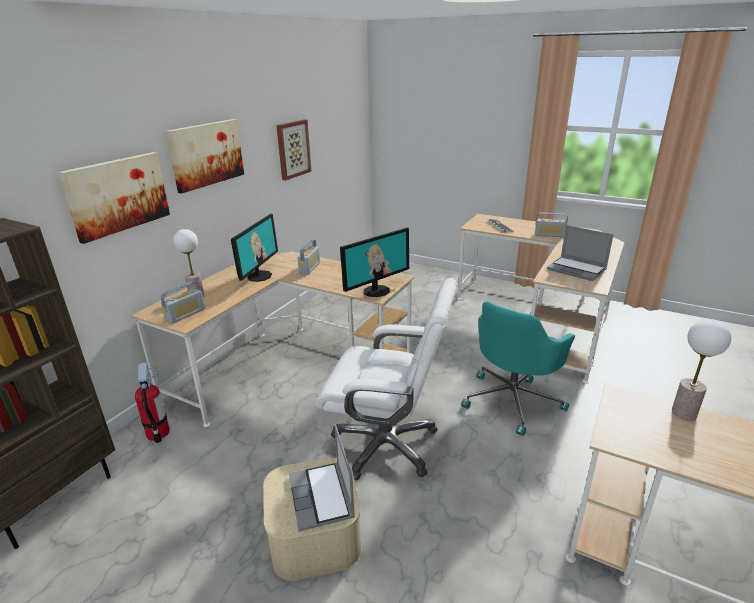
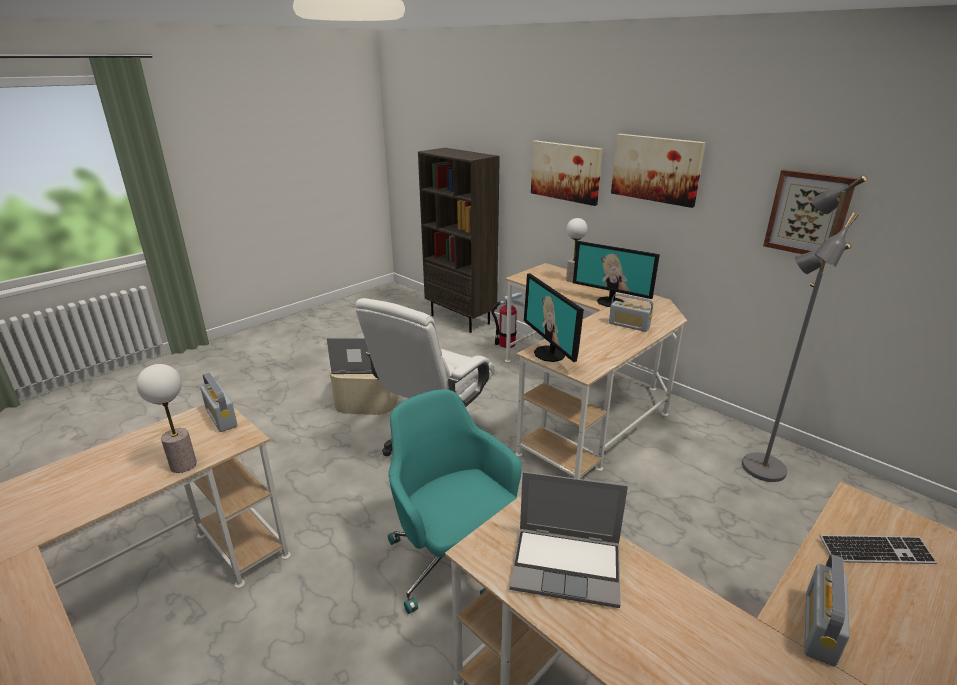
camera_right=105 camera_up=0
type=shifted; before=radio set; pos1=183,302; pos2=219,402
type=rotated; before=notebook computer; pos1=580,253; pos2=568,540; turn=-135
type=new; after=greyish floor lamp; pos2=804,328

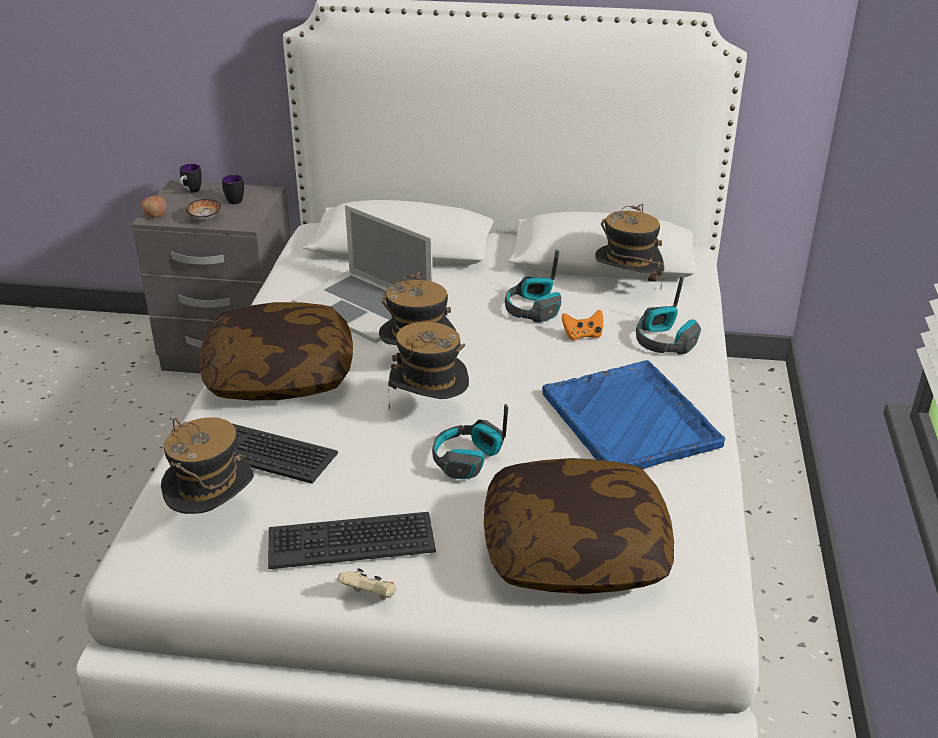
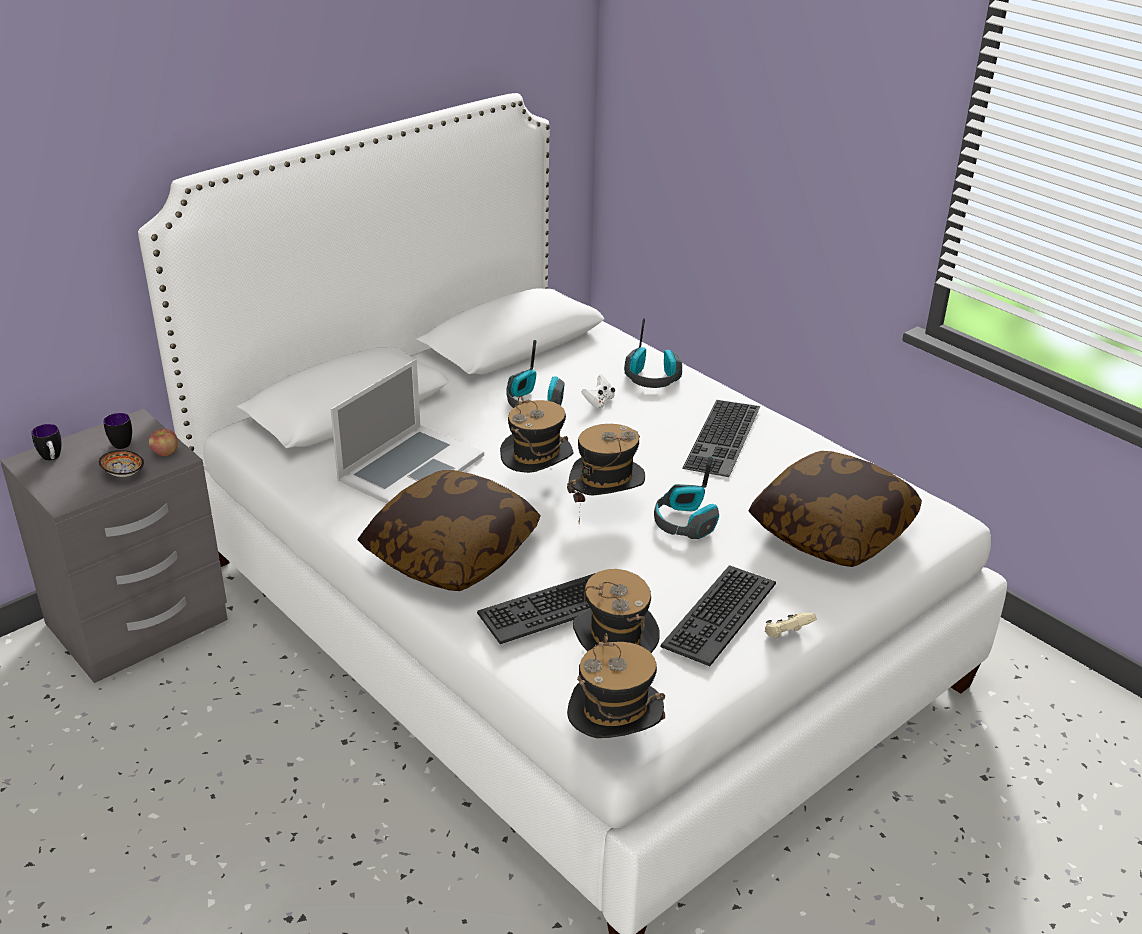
camera_right=-50 camera_up=0
type=shifted; before=whole apple; pos1=154,207; pos2=163,442
type=rotated; before=notebook computer; pos1=362,274; pos2=407,431; turn=-45
type=swapped; before=bluish tray; after=computer keyboard; pos1=633,414; pos2=721,438
type=repainted; before=orange-coloured joypad; after=white-coloured joypad; pos1=582,325; pos2=598,391
type=shifted; before=wearable hat; pos1=630,247; pos2=616,685

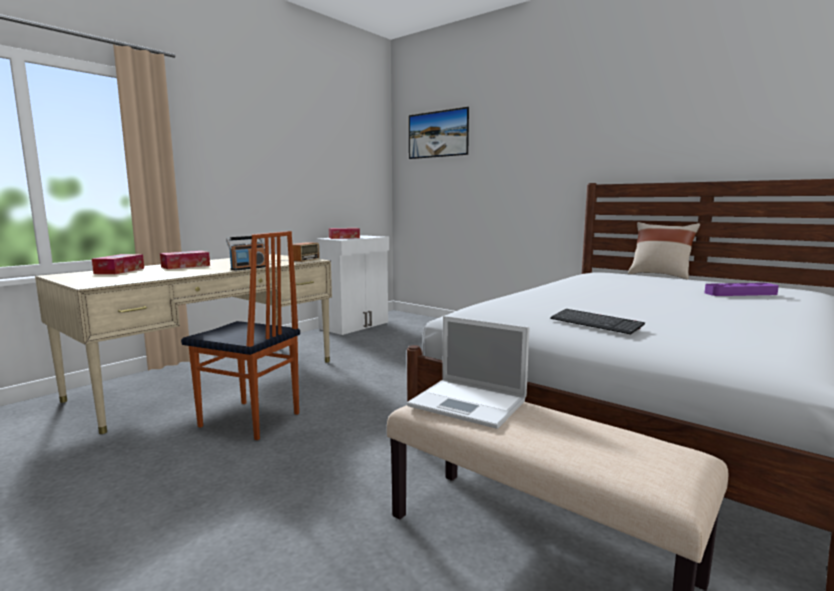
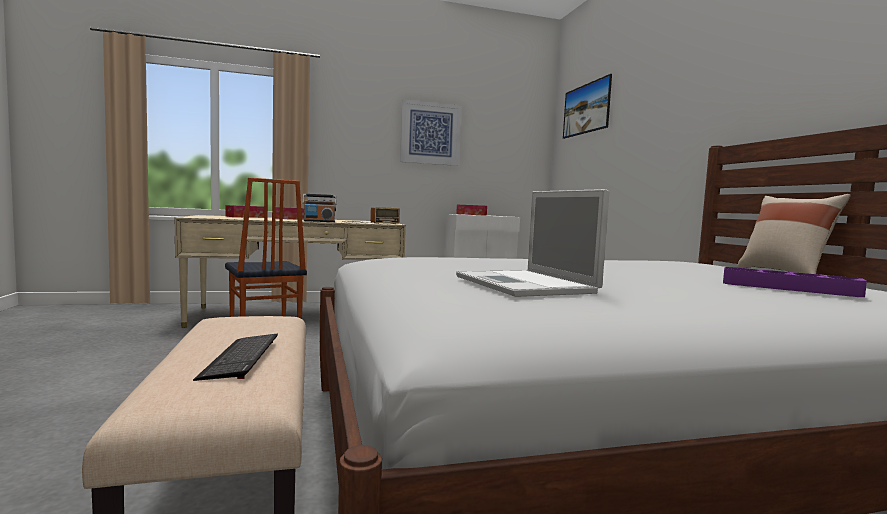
camera_right=35 camera_up=-5
type=shifted; before=notebook computer; pos1=468,372; pos2=532,243
type=shifted; before=computer keyboard; pos1=597,321; pos2=235,357
type=new; after=picture; pos2=430,132

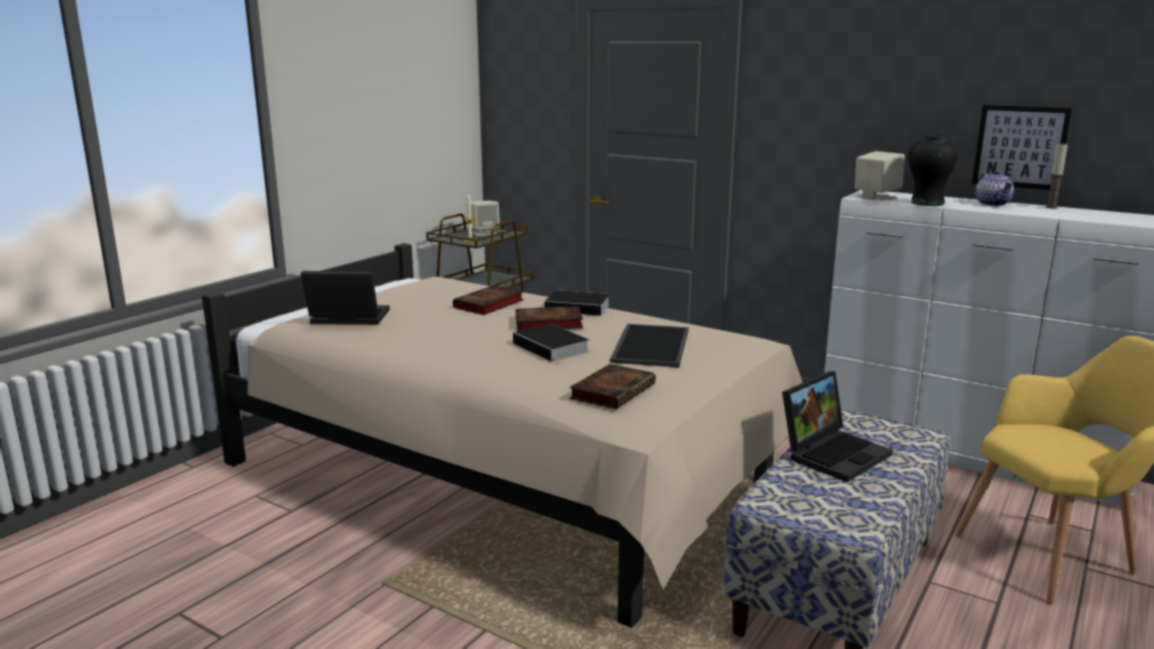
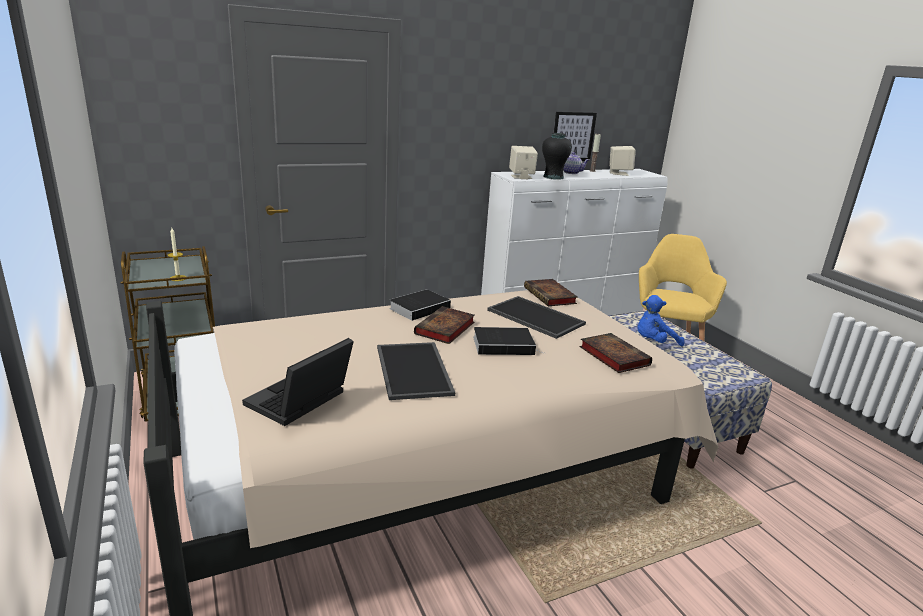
camera_right=-60 camera_up=5
type=shifted; before=volume; pos1=488,300; pos2=551,292
type=shifted; before=beige-coloured loudspeaker; pos1=483,218; pos2=622,161
type=swapped; before=notebook computer; after=bluish cuddly toy; pos1=837,426; pos2=660,320
type=new; after=tray; pos2=416,371

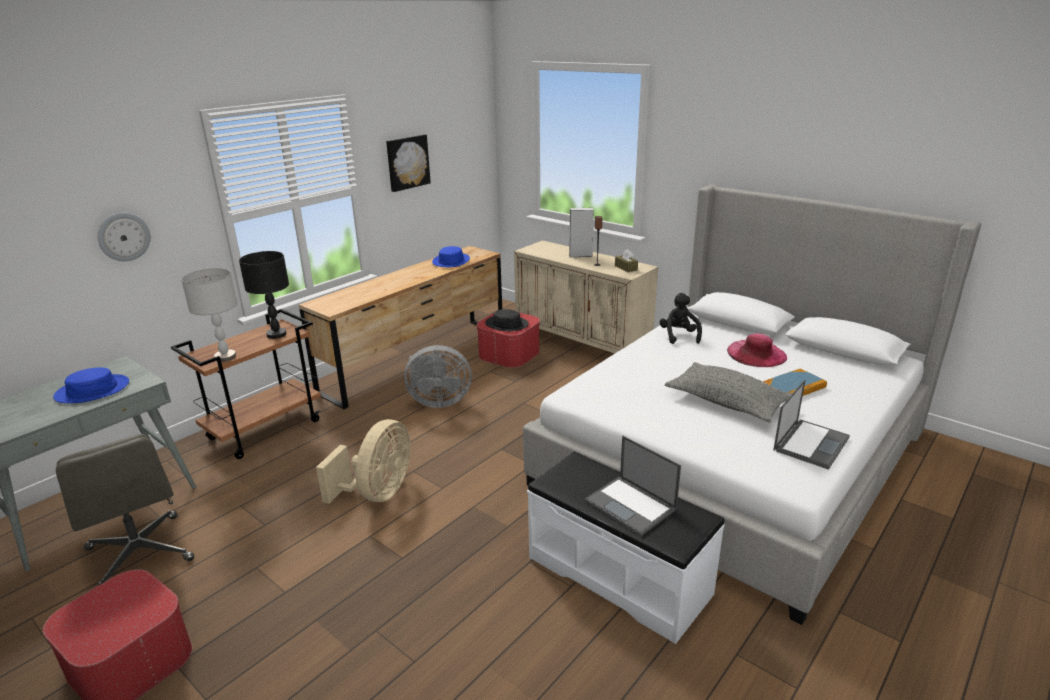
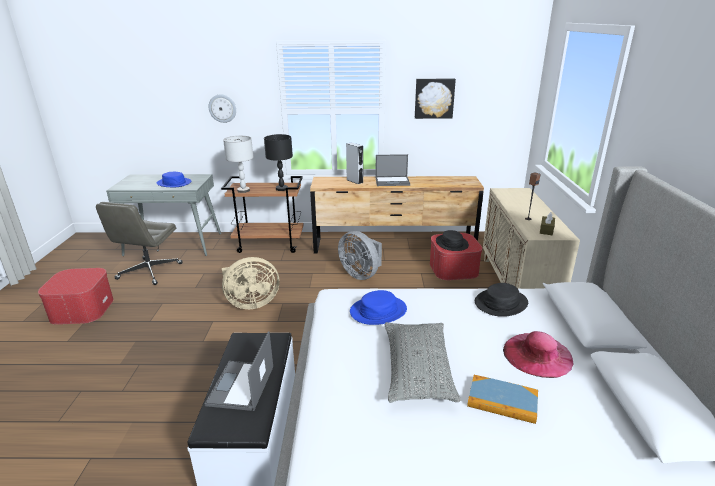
camera_right=50 camera_up=0
type=shifted; before=bluish wearable hat; pos1=451,256; pos2=378,307
type=shifted; before=greyish loudspeaker; pos1=581,232; pos2=354,163
type=swapped; before=blackish cuddly toy; after=blackish wearable hat; pos1=681,318; pos2=501,300
type=shifted; before=notebook computer; pos1=811,425; pos2=392,170

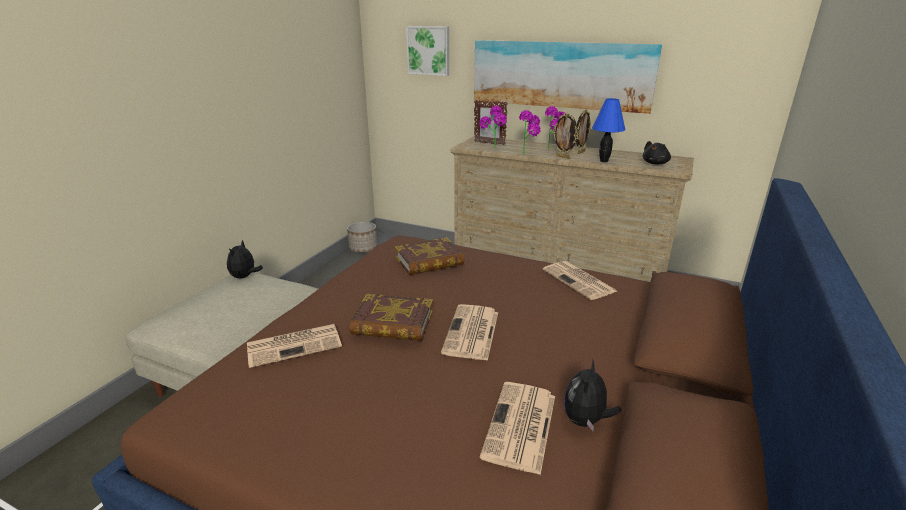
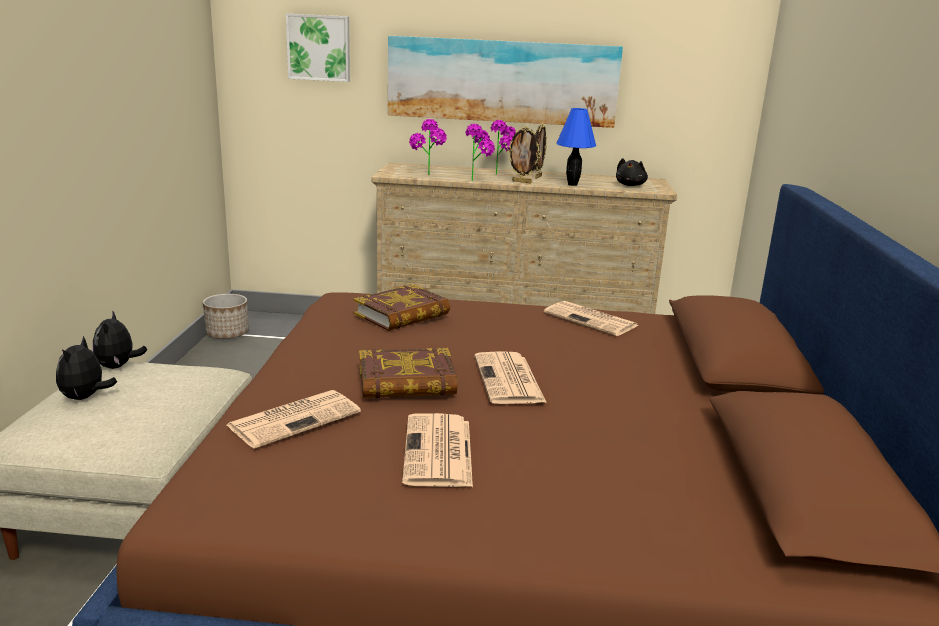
camera_right=-20 camera_up=-5
type=gone; before=standing frame; pos1=491,122
type=shifted; before=newspaper; pos1=517,428; pos2=437,450
type=shifted; before=cuddly toy; pos1=592,394; pos2=86,368

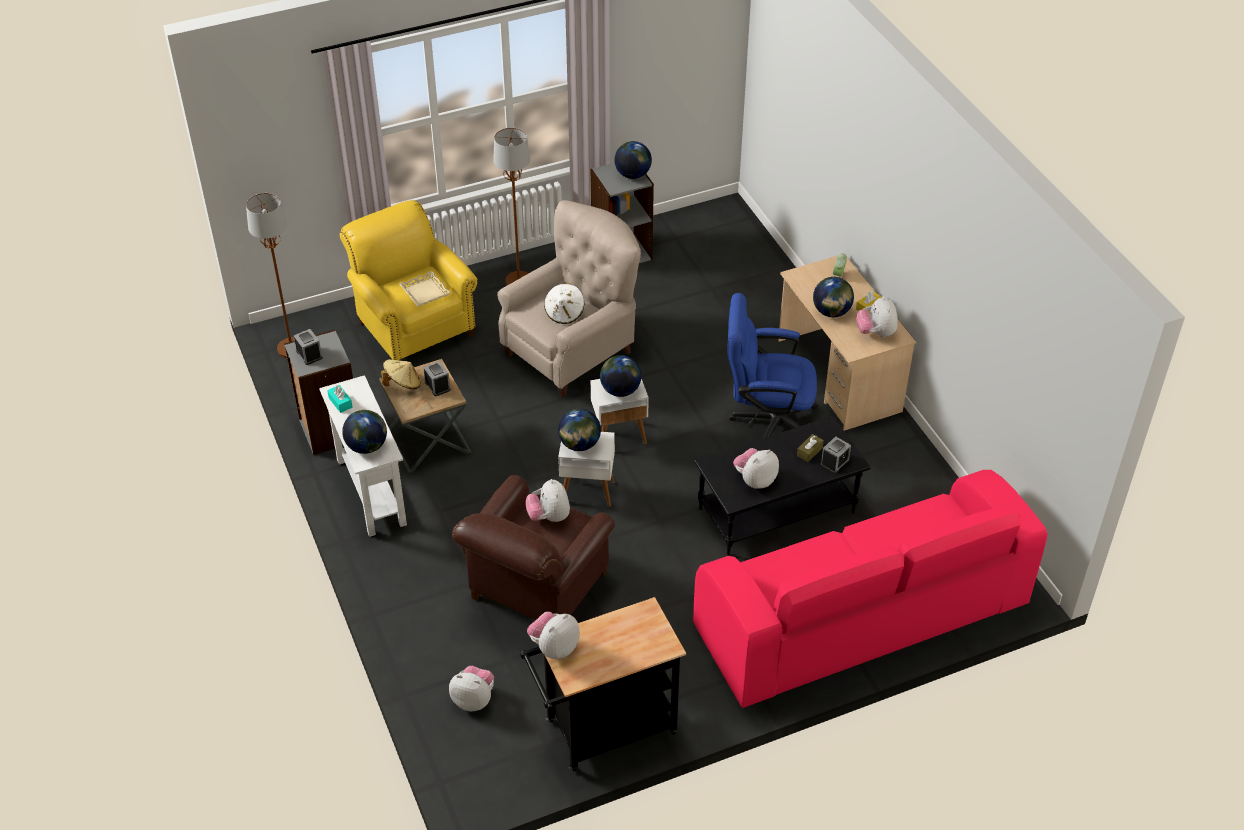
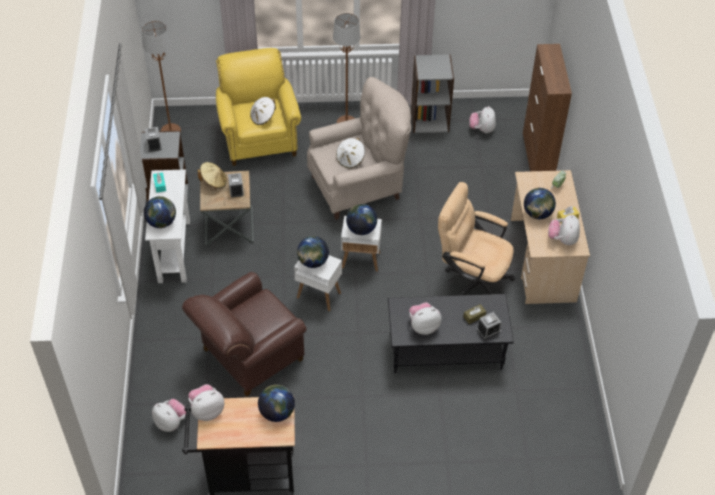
camera_right=20 camera_up=5
type=swapped; before=beige-coloured tray; after=white-coloured wearable hat; pos1=425,289; pos2=263,111
type=shifted; before=cuddly toy; pos1=548,500; pos2=482,119
type=shifted; before=world globe; pos1=633,160; pos2=276,403
type=gone; before=pink-coloured sofa; pos1=870,589
type=repainted; before=bluish desk chair; after=beige-coloured desk chair; pos1=772,365; pos2=476,238
type=new; after=brown-coloured cupboard; pos2=547,107

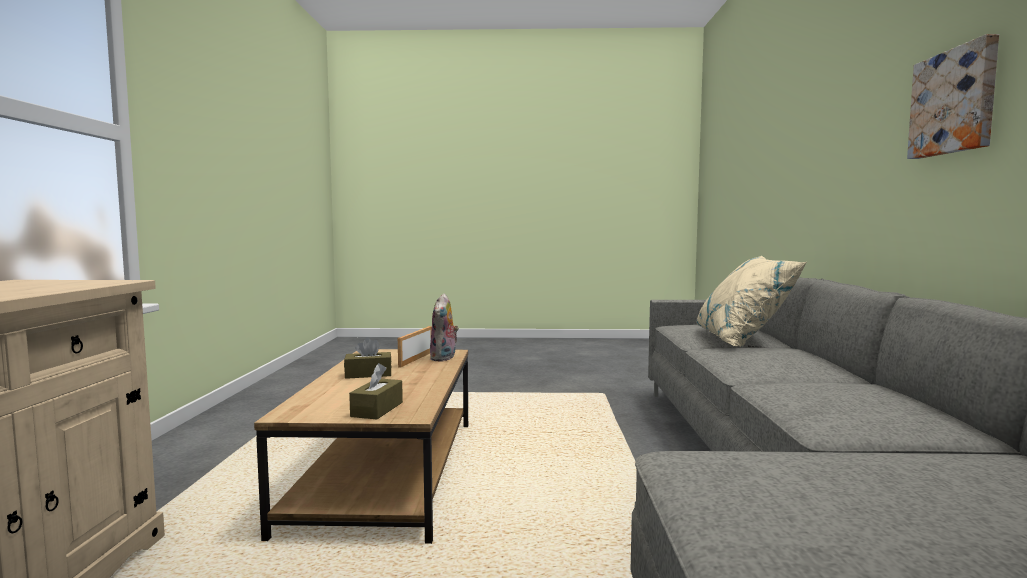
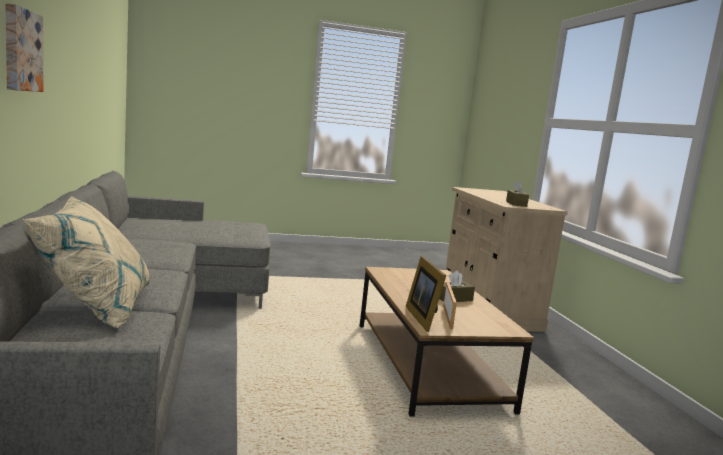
camera_right=165 camera_up=5
type=shifted; before=brown-coloured box of tissues; pos1=376,391; pos2=517,194
type=swapped; before=cuddly toy; after=standing frame; pos1=444,328; pos2=426,294

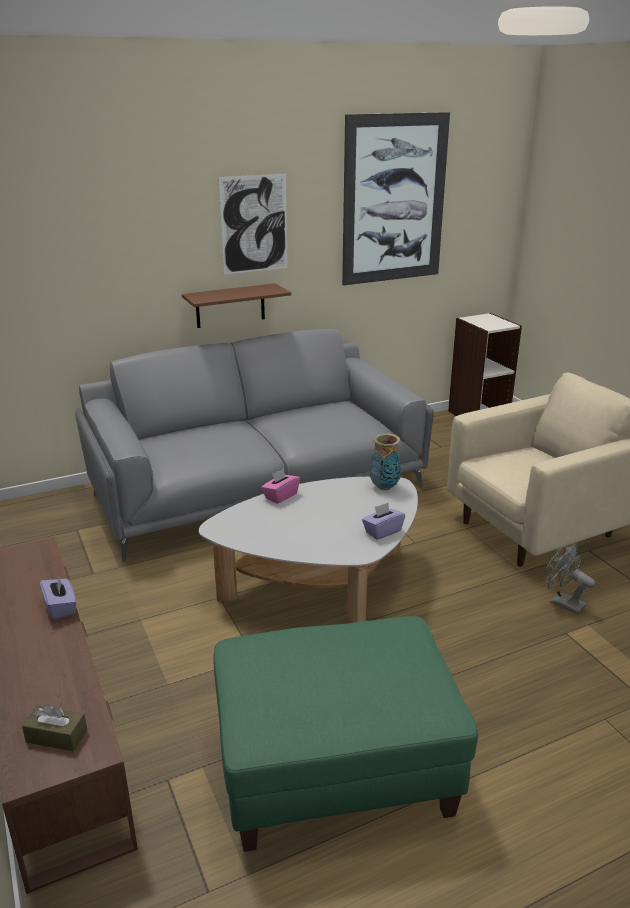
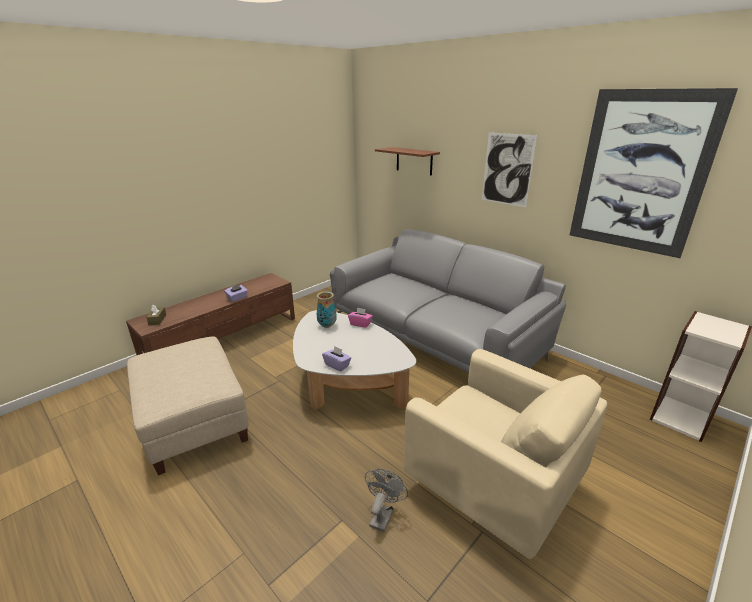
camera_right=70 camera_up=0
type=shifted; before=brown-coloured shelf; pos1=236,305; pos2=407,161
type=repainted; before=green-coloured footrest; after=beige-coloured footrest; pos1=345,734; pos2=187,405
type=shifted; before=decorative vase; pos1=385,461; pos2=327,310

